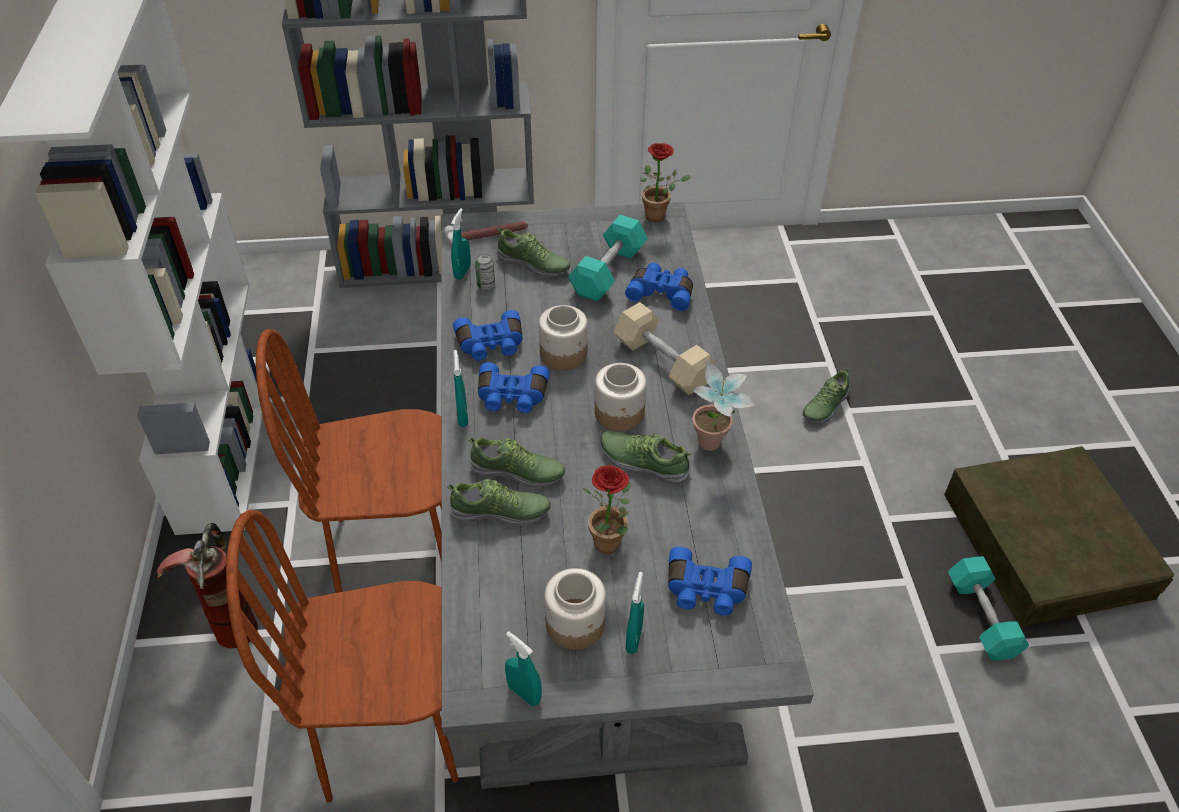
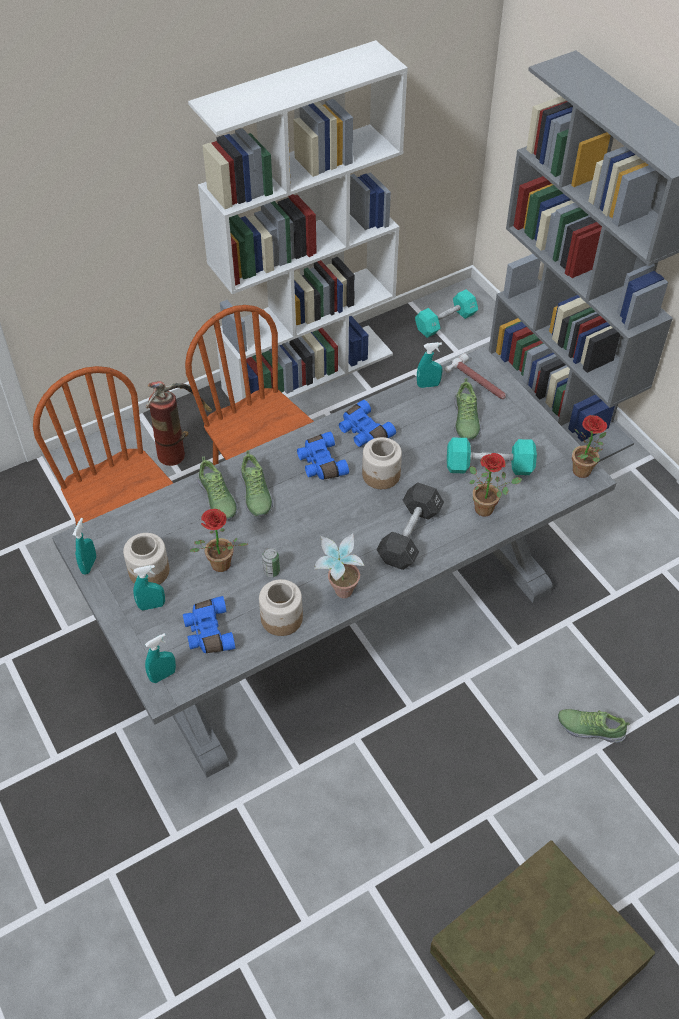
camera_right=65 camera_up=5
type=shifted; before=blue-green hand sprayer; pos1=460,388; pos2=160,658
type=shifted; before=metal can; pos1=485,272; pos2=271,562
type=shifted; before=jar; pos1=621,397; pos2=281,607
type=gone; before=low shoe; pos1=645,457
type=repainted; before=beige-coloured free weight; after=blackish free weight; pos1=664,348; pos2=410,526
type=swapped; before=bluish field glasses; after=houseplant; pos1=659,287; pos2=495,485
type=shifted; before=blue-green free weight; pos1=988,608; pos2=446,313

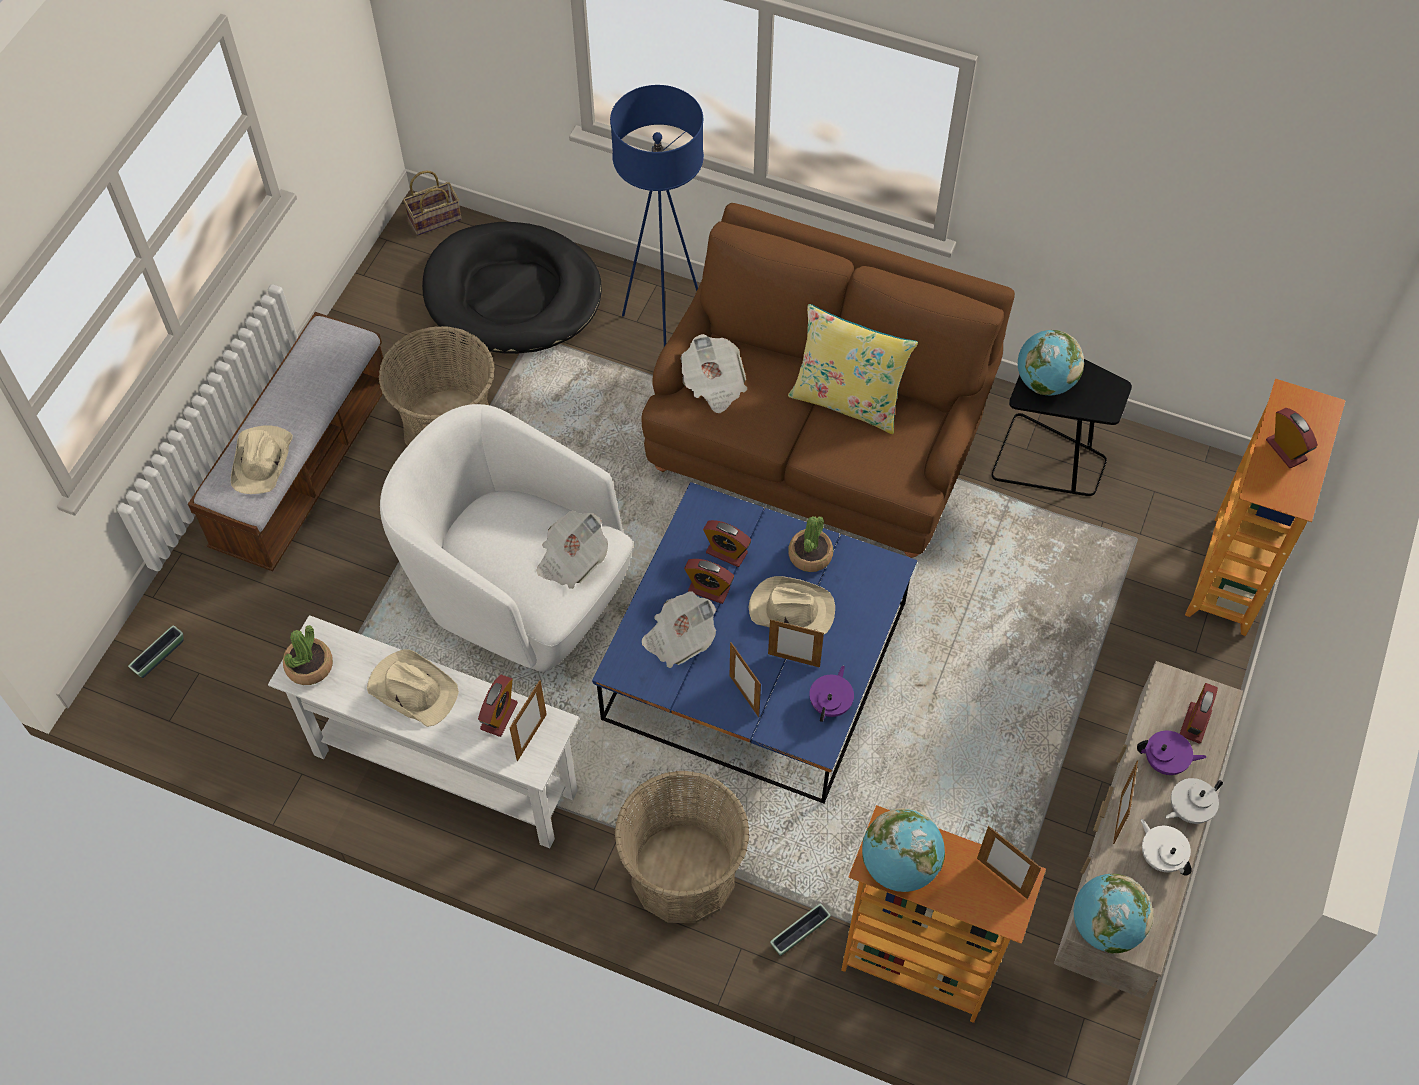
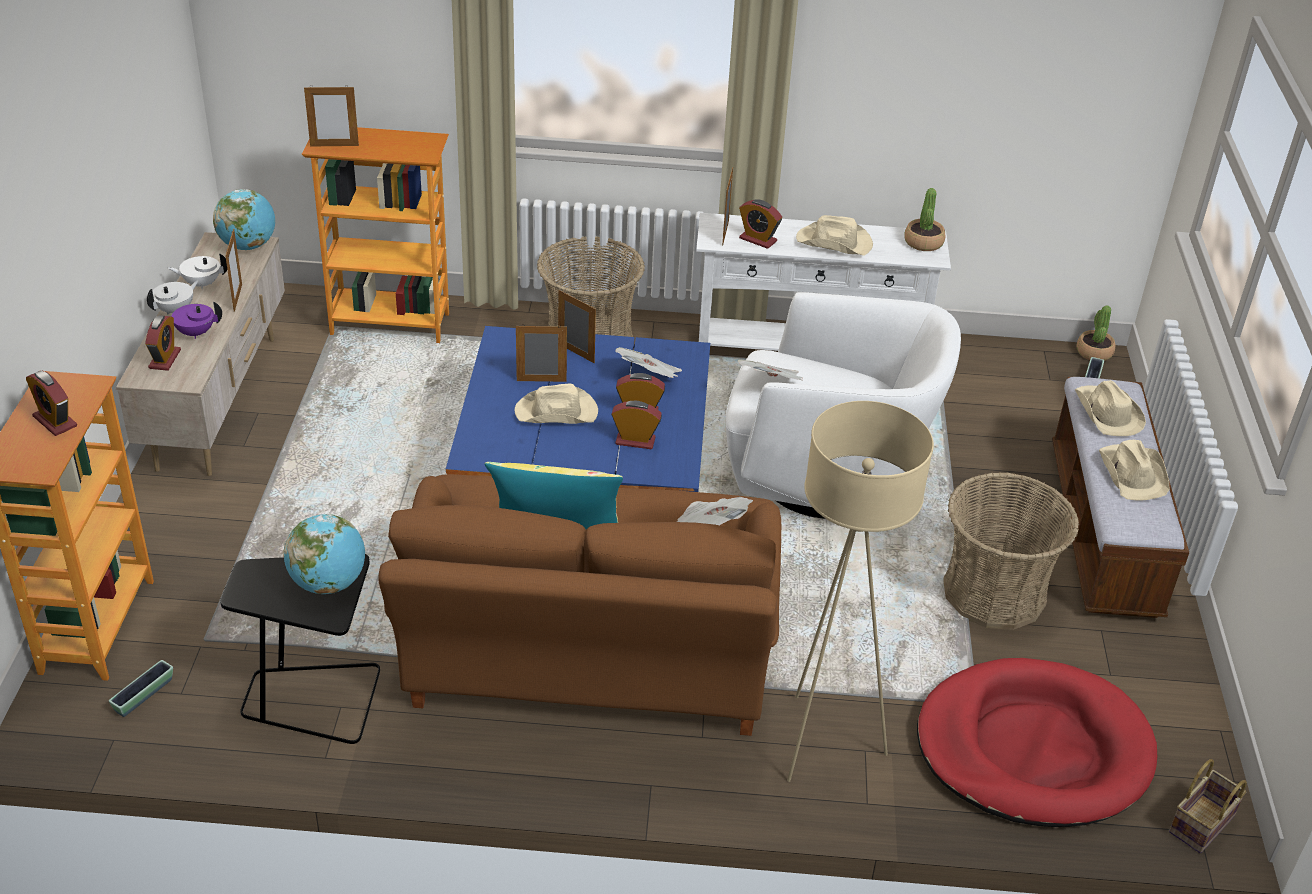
camera_right=160 camera_up=-20
type=repainted; before=blackish dog bed; after=reddish dog bed; pos1=512,288; pos2=1037,742
type=rotated; before=bedside clock; pos1=498,706; pos2=760,224; turn=-60
type=repainted; before=bluish floor lamp; after=beige-coloured floor lamp; pos1=657,216; pos2=860,591
type=shifted; before=plant pot; pos1=800,930; pos2=141,688
type=shifted; before=houseplant; pos1=810,544; pos2=1095,333
type=gone; before=purple-coloured pot for tea; pos1=831,694
type=gone; before=world globe; pos1=903,850
type=rotated; before=standing frame; pos1=1009,862; pos2=331,116; turn=150
type=rotated; before=white-coloured pot for tea; pos1=1166,847; pos2=197,271; turn=135
type=new; after=beige-coloured wearable hat; pos2=1134,470

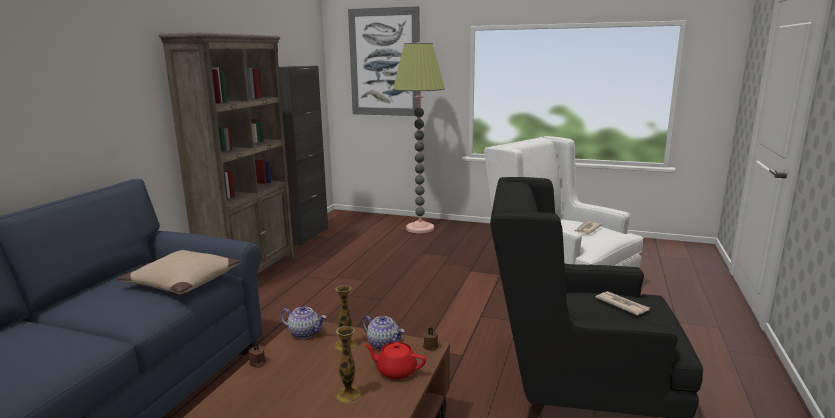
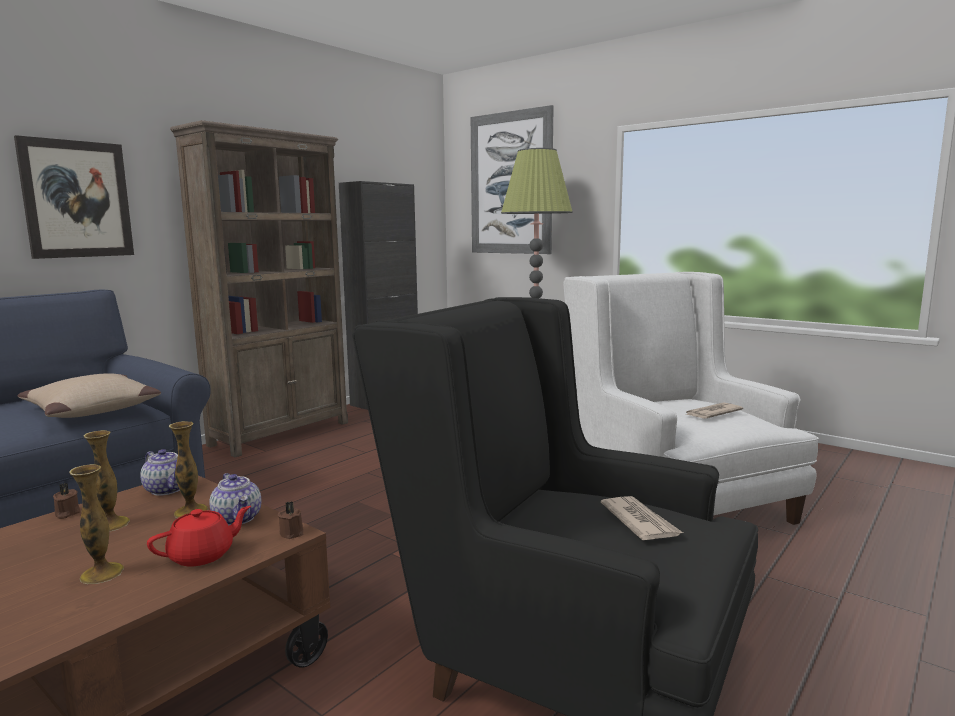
camera_right=20 camera_up=-5
type=rotated; before=reddish pot for tea; pos1=395,360; pos2=199,536; turn=105
type=new; after=picture; pos2=74,197
type=new; after=decorative vase; pos2=107,481

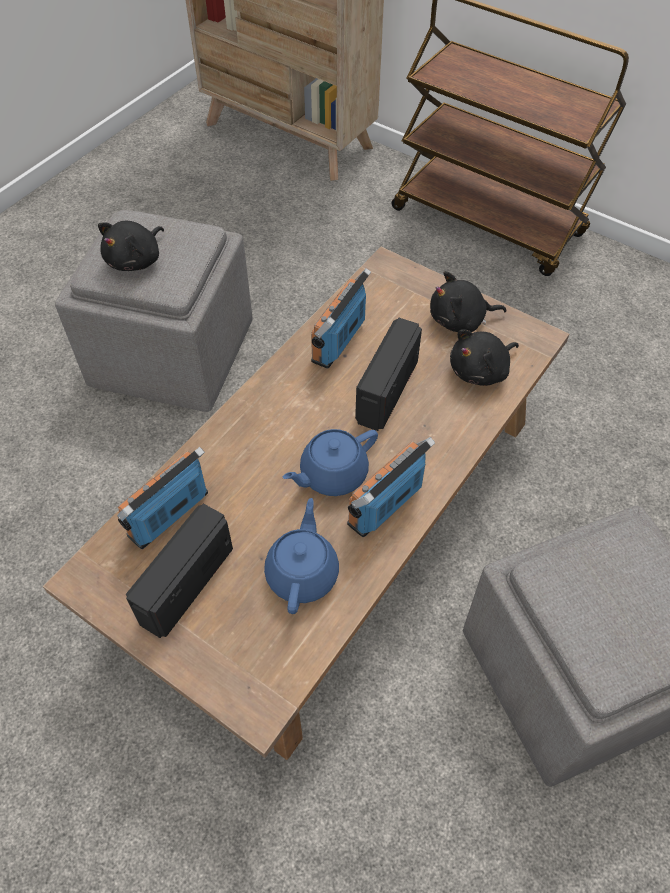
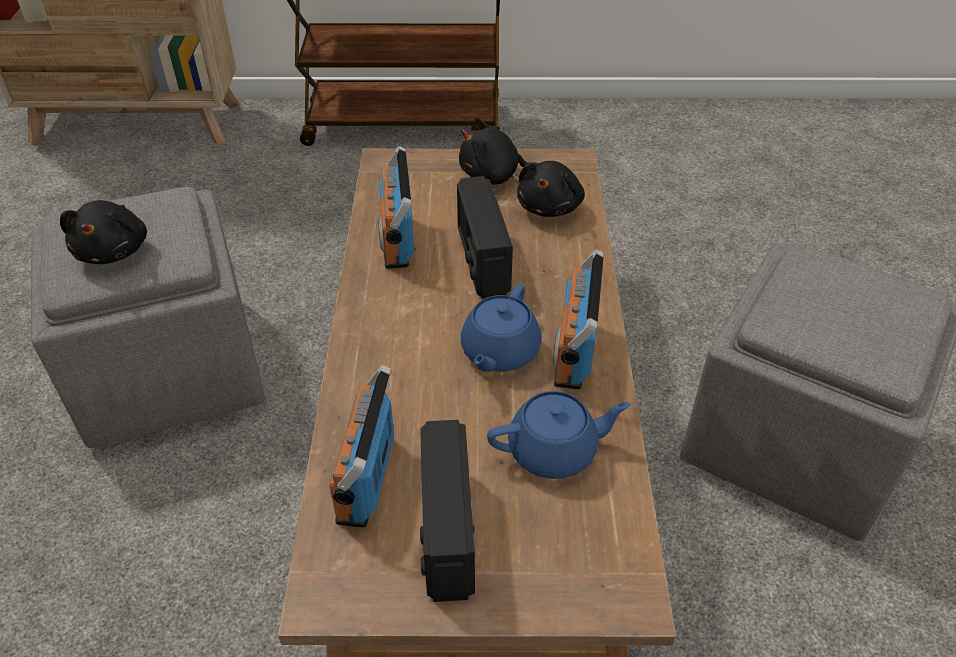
camera_right=-35 camera_up=-10
type=rotated; before=bluish pot for tea; pos1=301,556; pos2=559,435; turn=105
type=rotated; before=blackish cuddly toy; pos1=468,301; pos2=499,151; turn=45

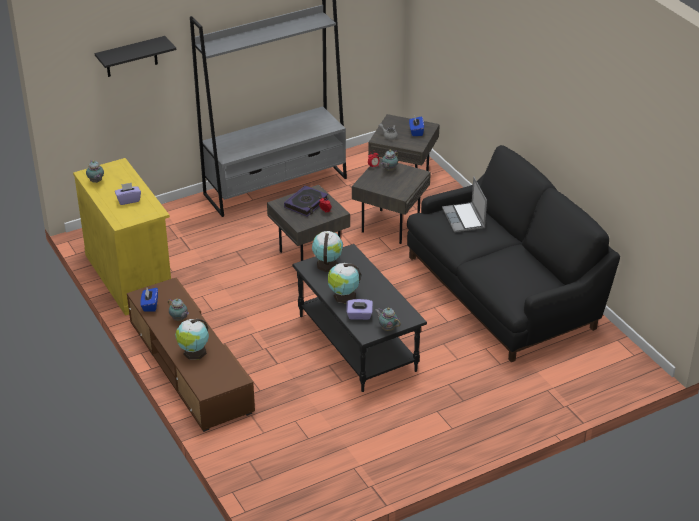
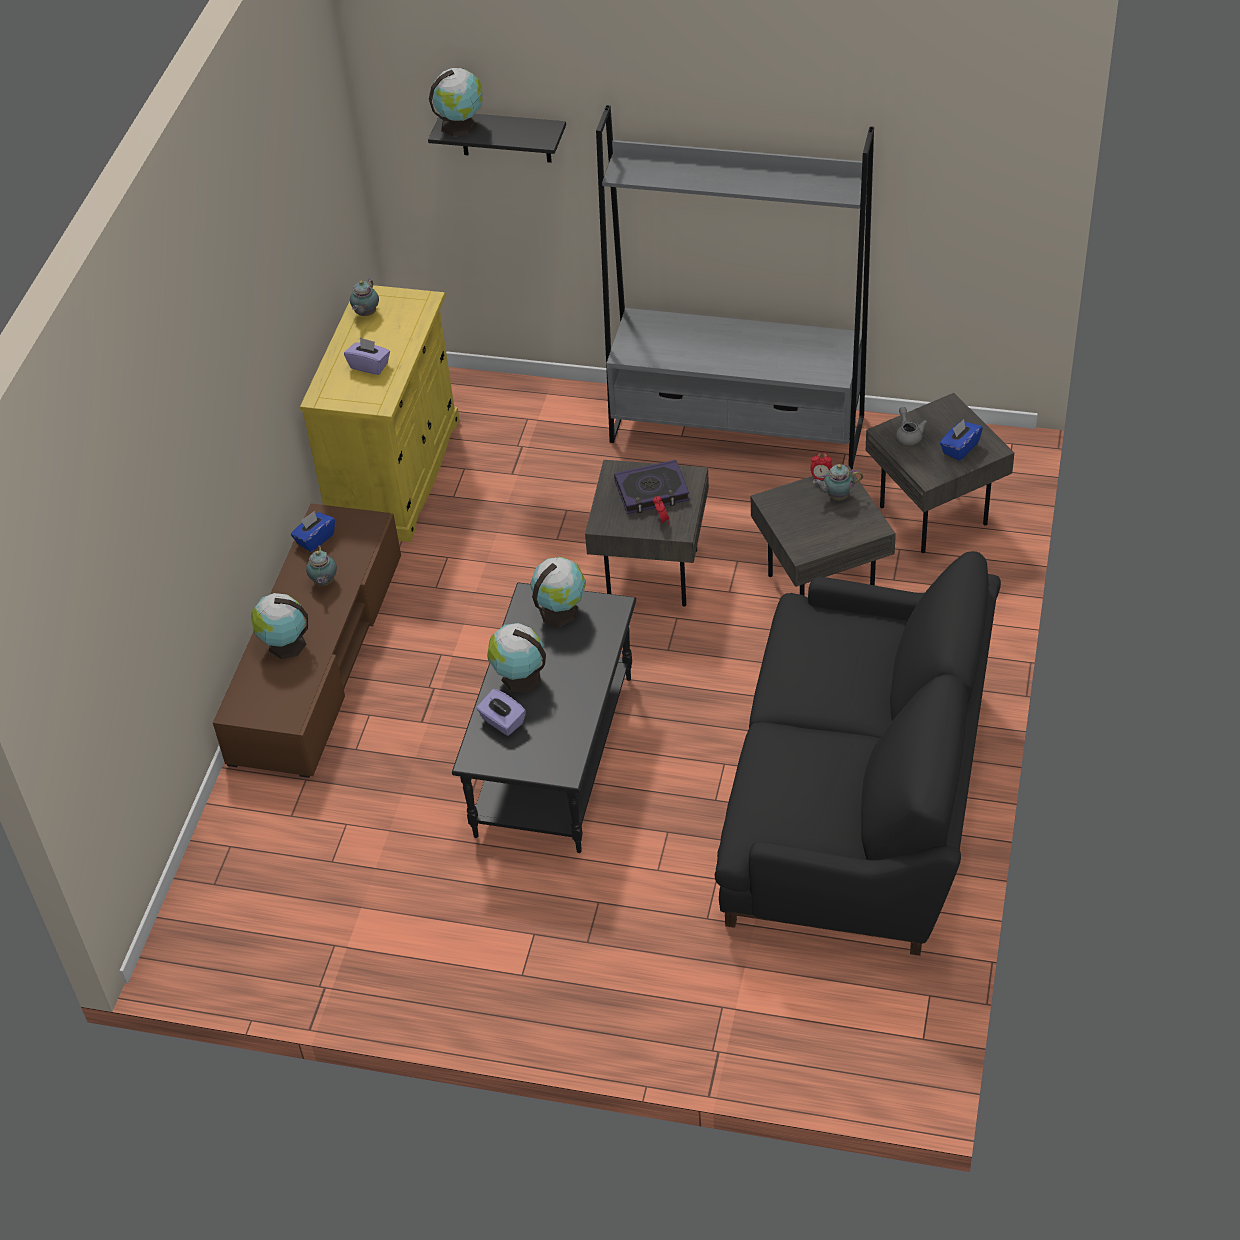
camera_right=45 camera_up=10
type=gone; before=pot for tea; pos1=388,319
type=gone; before=notebook computer; pos1=464,204
type=new; after=world globe; pos2=456,102

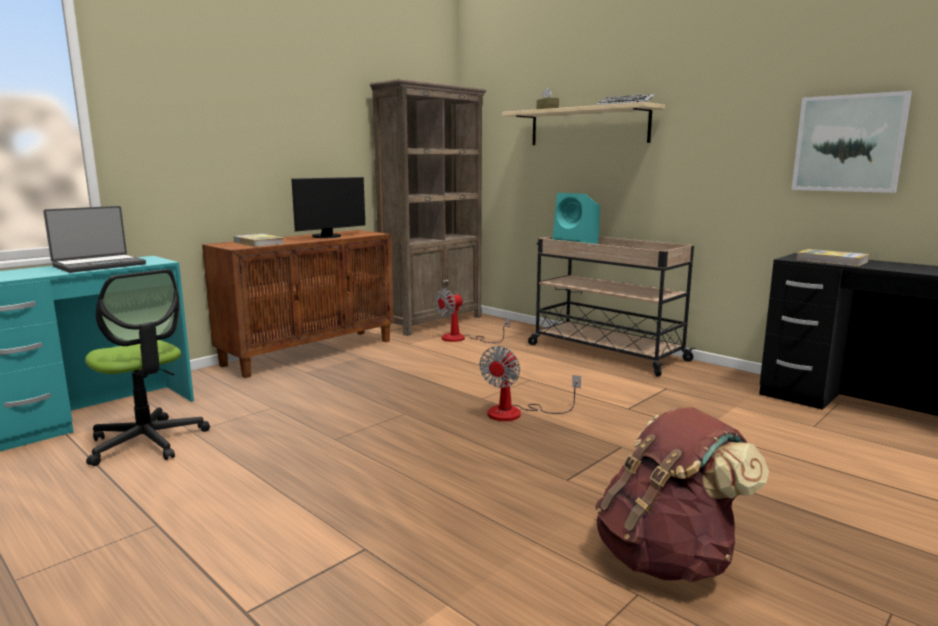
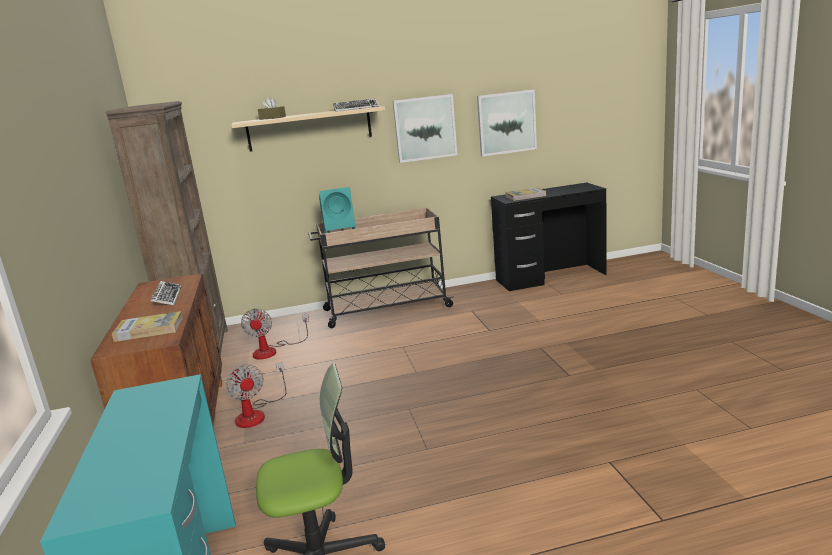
camera_right=-55 camera_up=5
type=gone; before=notebook computer; pos1=94,239
type=swapped; before=monitor; after=computer keyboard; pos1=328,207; pos2=166,293
type=shifted; before=electric fan; pos1=530,383; pos2=256,395
type=gone; before=brown-coloured knapsack; pos1=682,494
type=new; after=picture; pos2=425,128

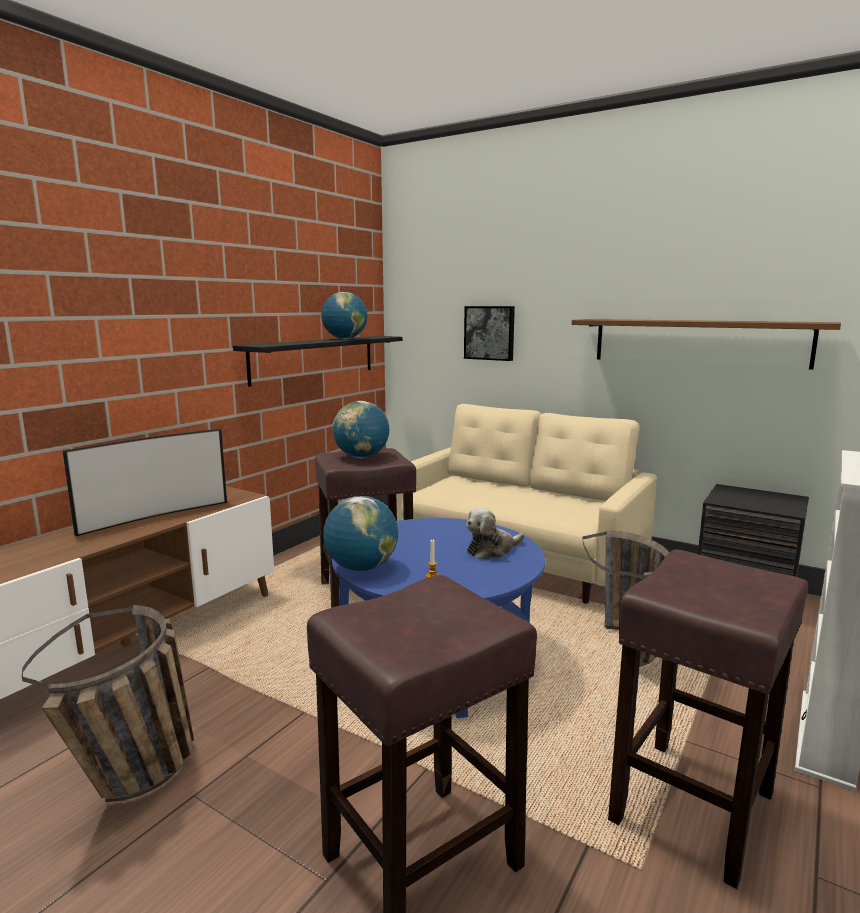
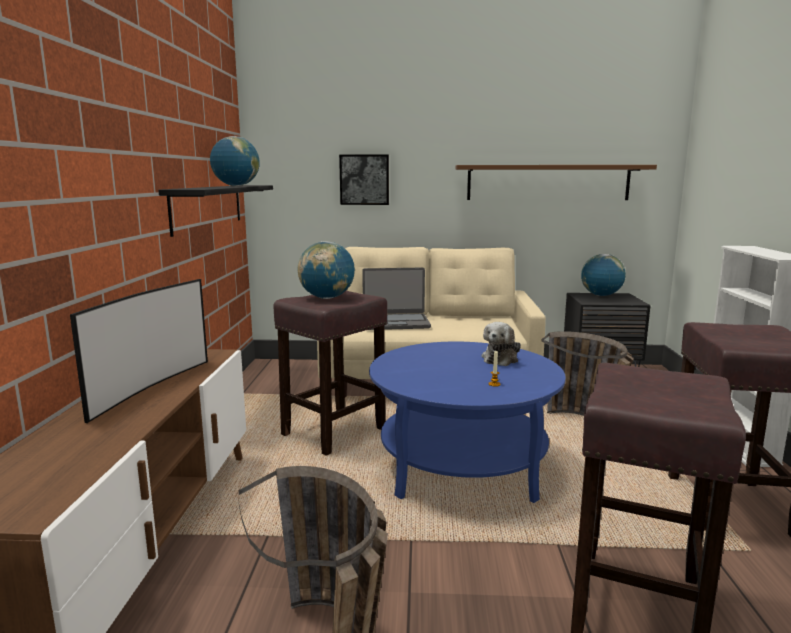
camera_right=-30 camera_up=0
type=shifted; before=world globe; pos1=360,533; pos2=603,275
type=new; after=notebook computer; pos2=396,299

